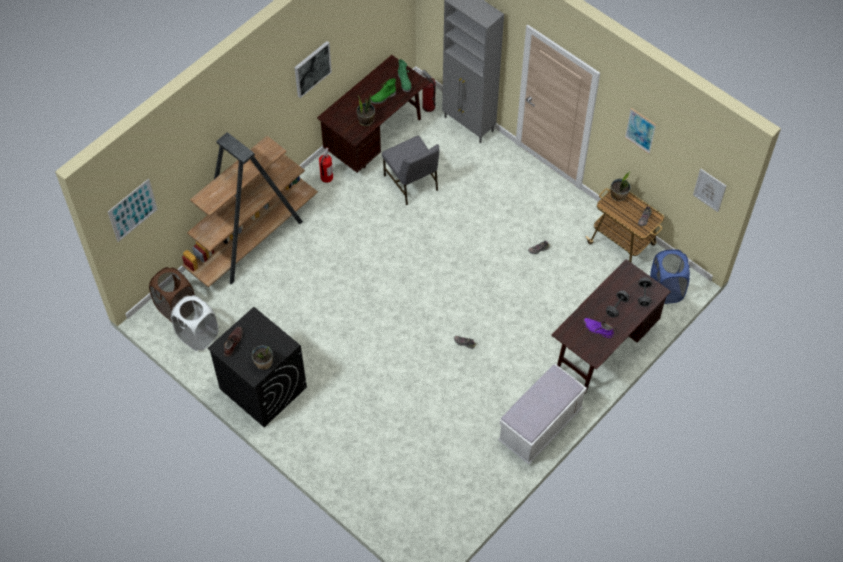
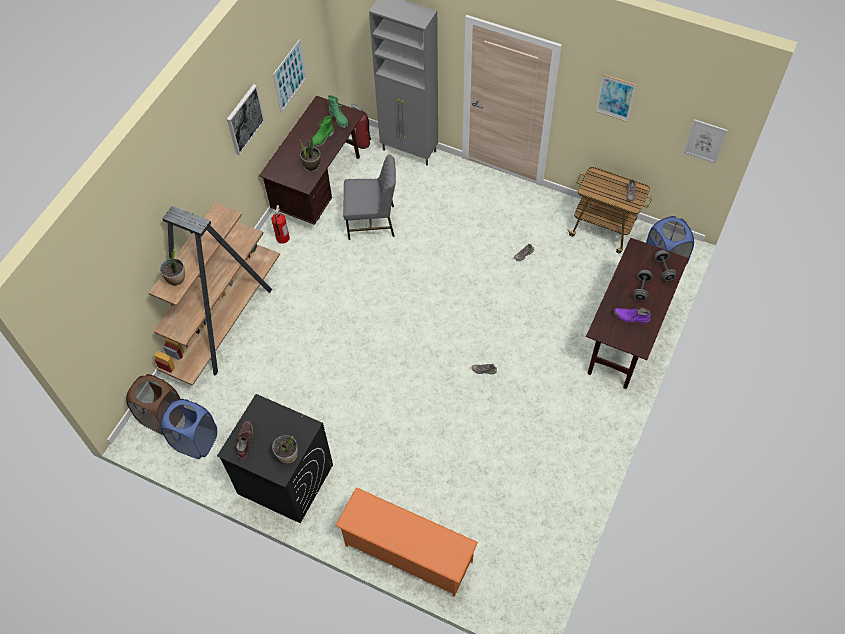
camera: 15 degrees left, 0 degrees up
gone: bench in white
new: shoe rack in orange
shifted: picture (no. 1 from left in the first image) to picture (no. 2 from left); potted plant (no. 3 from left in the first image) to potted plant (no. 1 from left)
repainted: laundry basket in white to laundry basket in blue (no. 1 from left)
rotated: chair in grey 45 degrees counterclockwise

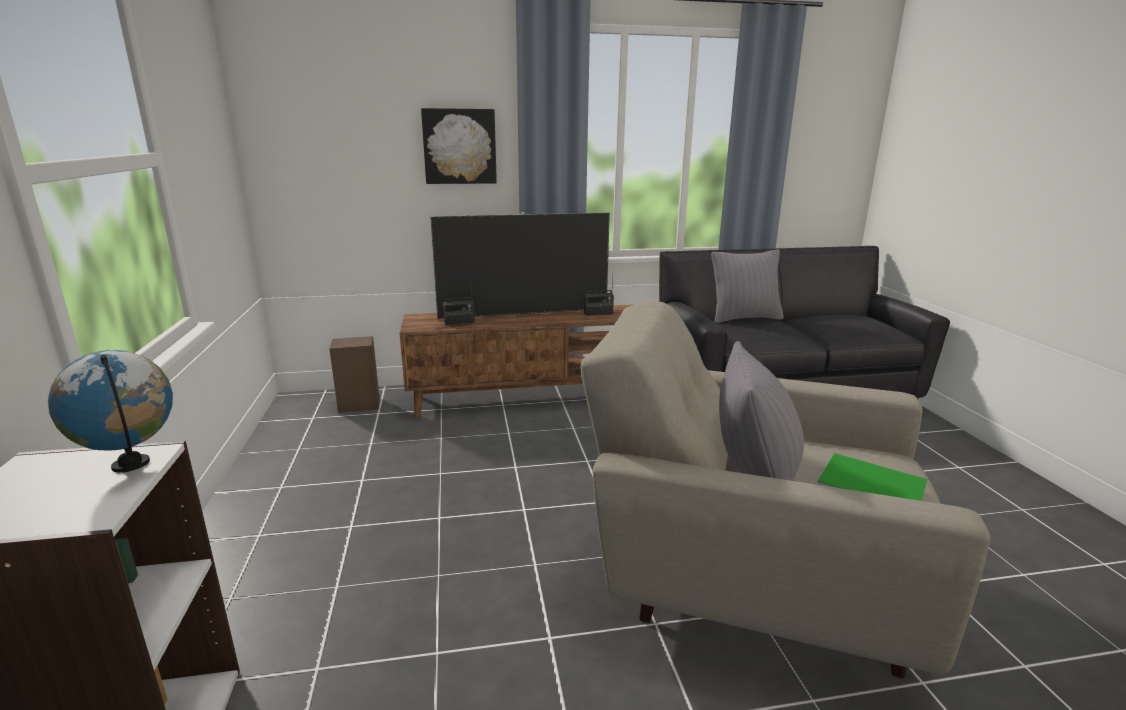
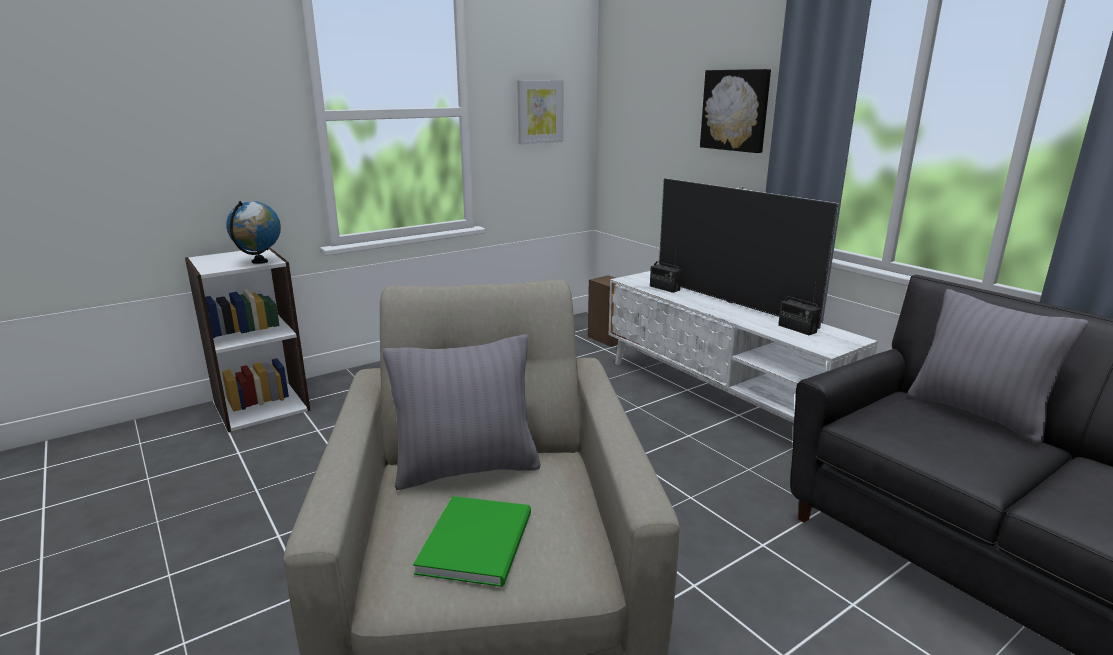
camera: 65 degrees right, 0 degrees up
new: picture (no. 1 from left)
repainted: tv stand in brown to tv stand in white

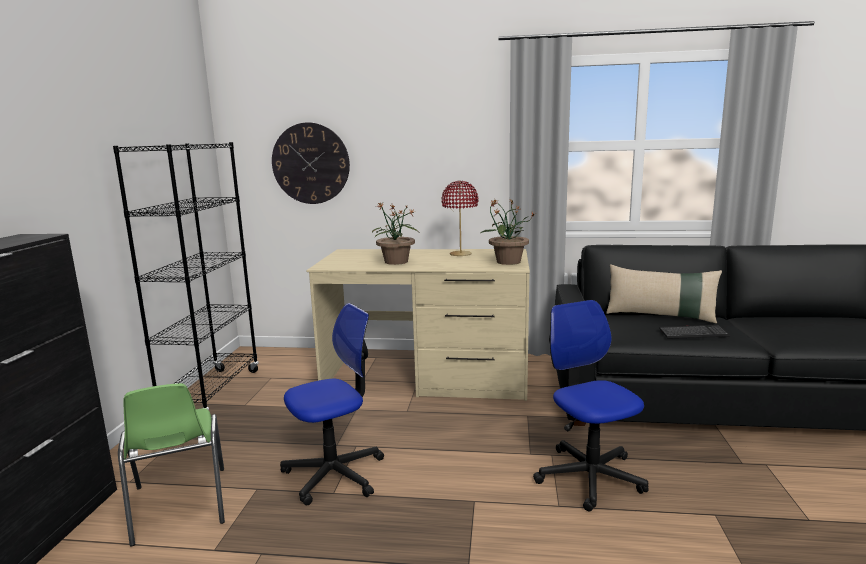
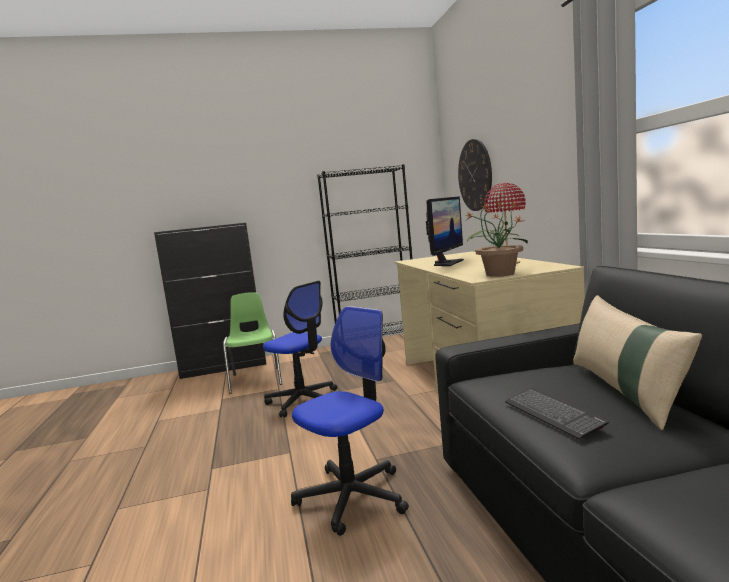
camera: 70 degrees right, 5 degrees down
swapped: potted plant (no. 1 from left) to monitor
rotated: chair in green 120 degrees clockwise

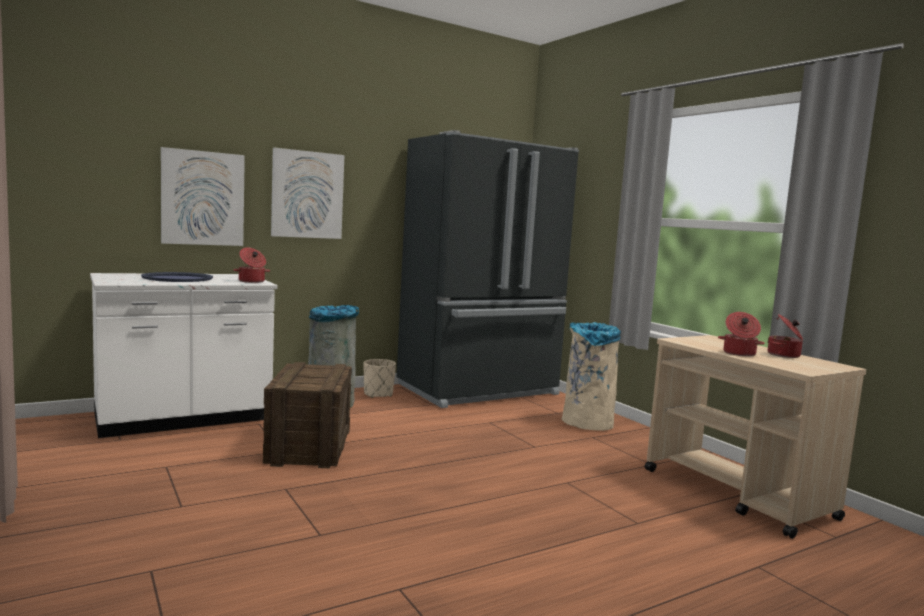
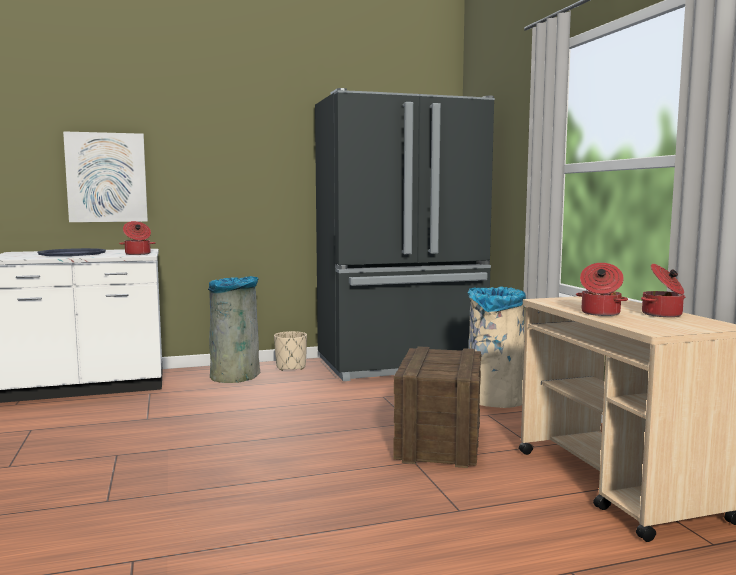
camera: 15 degrees right, 0 degrees up
gone: picture (no. 2 from left)
shifted: crate

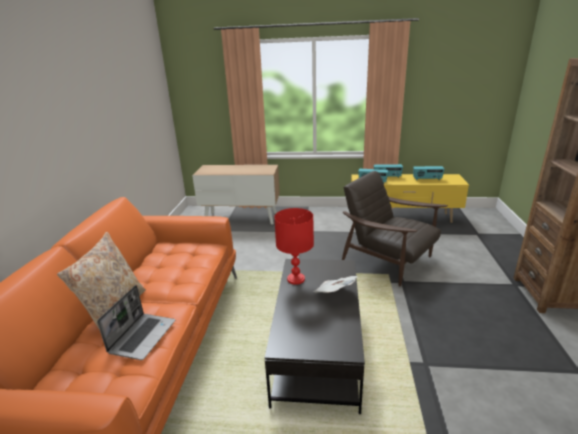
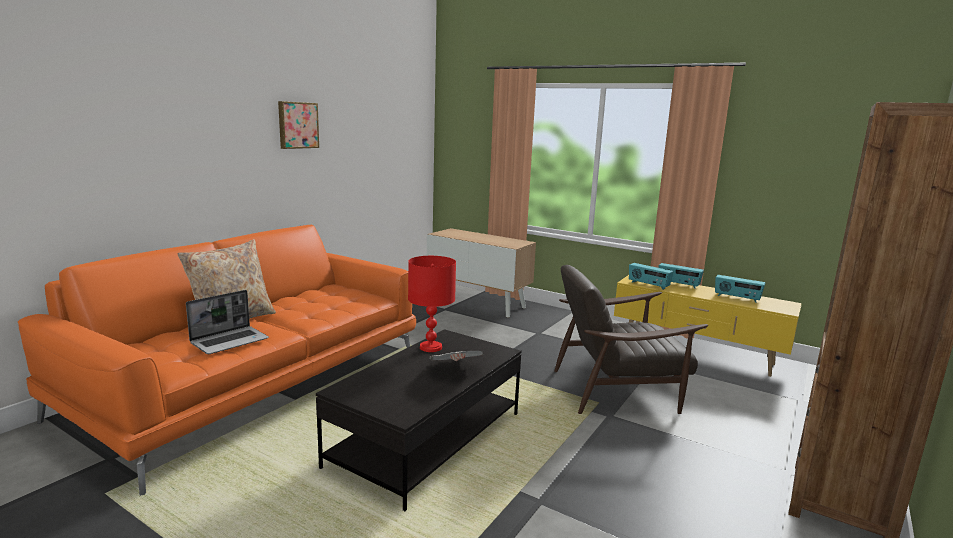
camera: 25 degrees right, 10 degrees down
new: picture
rotated: armchair in brown 75 degrees counterclockwise

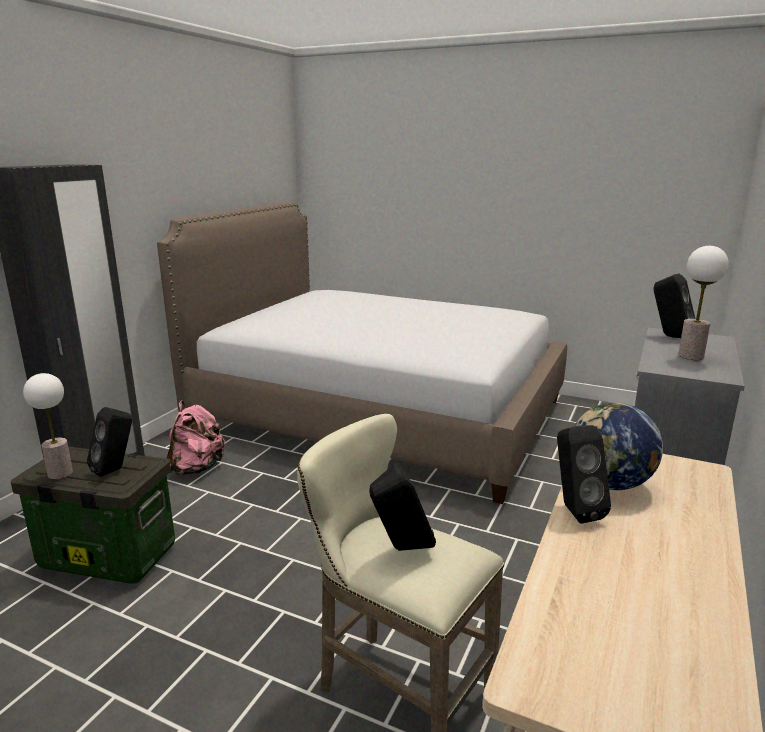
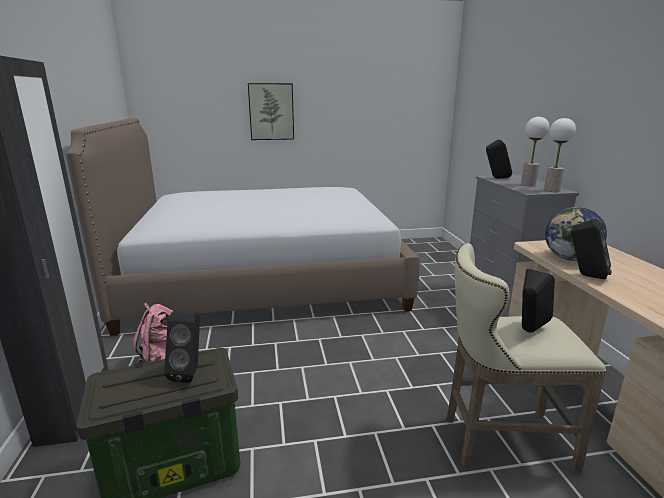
camera: 35 degrees left, 0 degrees up
new: picture
shifted: table lamp (no. 1 from left in the first image) to table lamp (no. 2 from left)

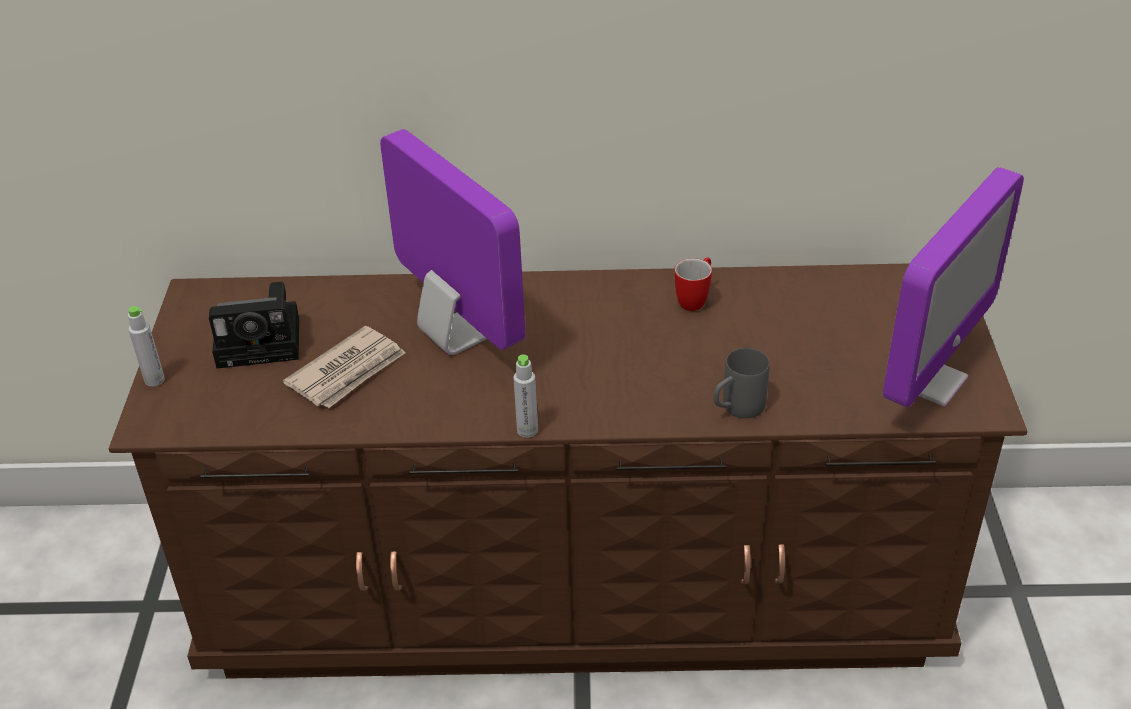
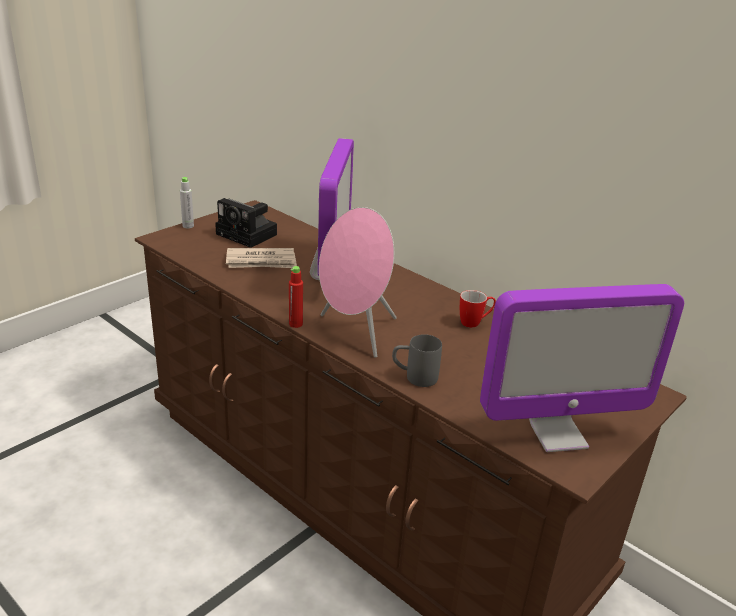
camera: 40 degrees right, 10 degrees down
new: speaker in pink
repainted: bottle in grey (no. 2 from left) to bottle in red

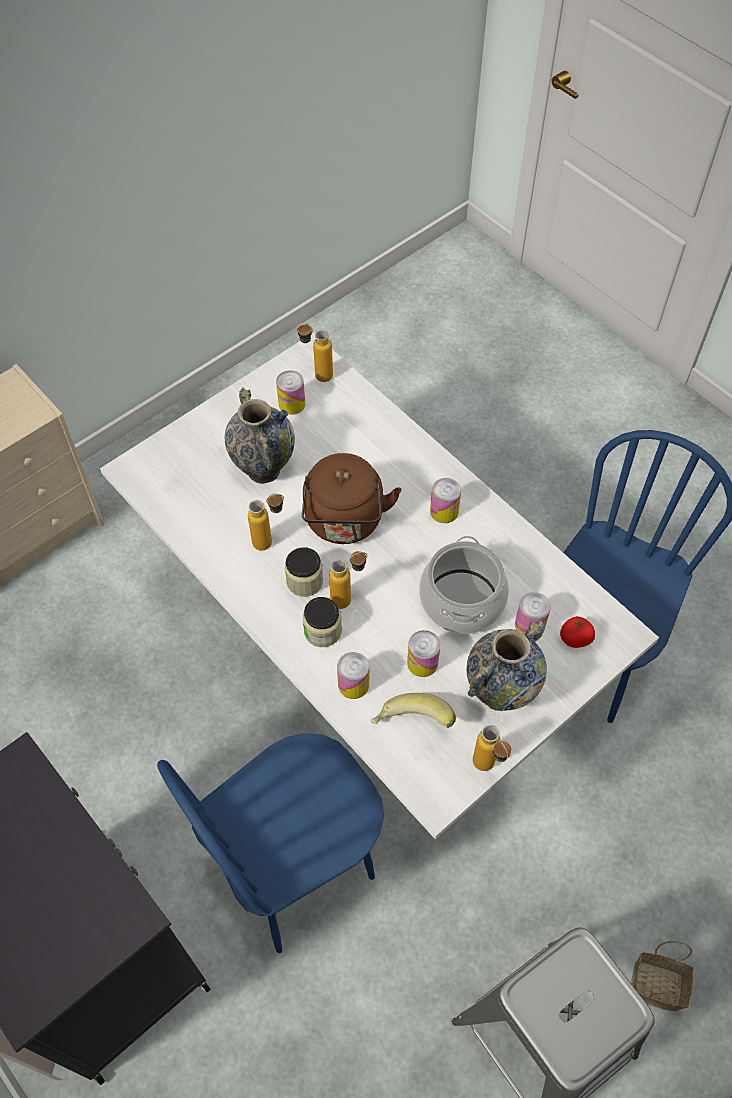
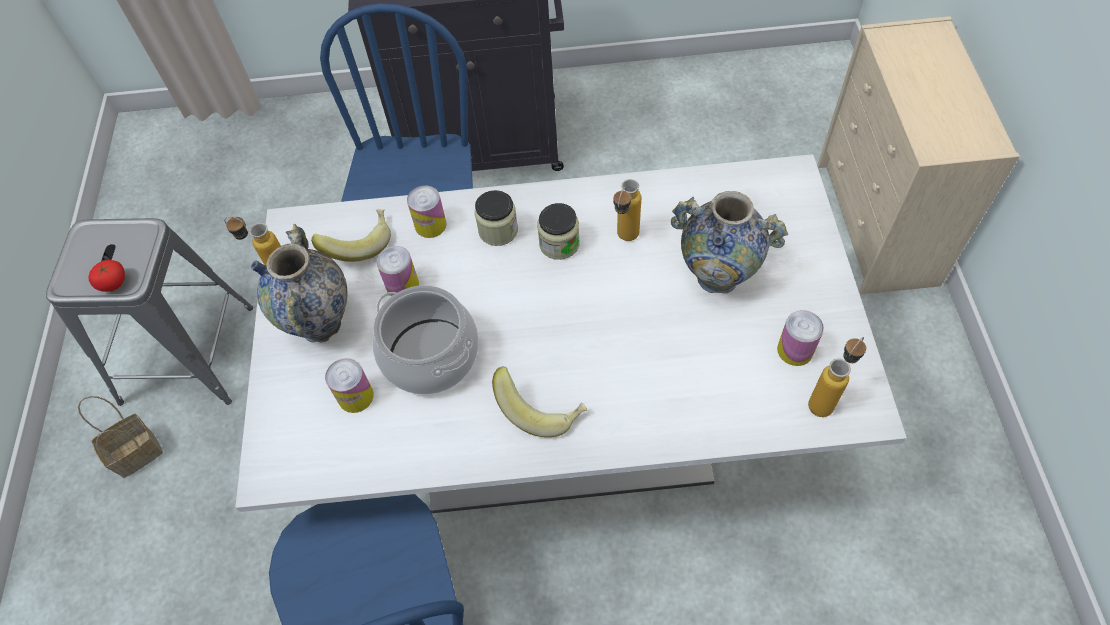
camera: 130 degrees right, 0 degrees up
gone: kettle in brown; bottle (no. 3 from left)
shifted: tomato
swapped: can (no. 4 from left) to banana (no. 2 from left)

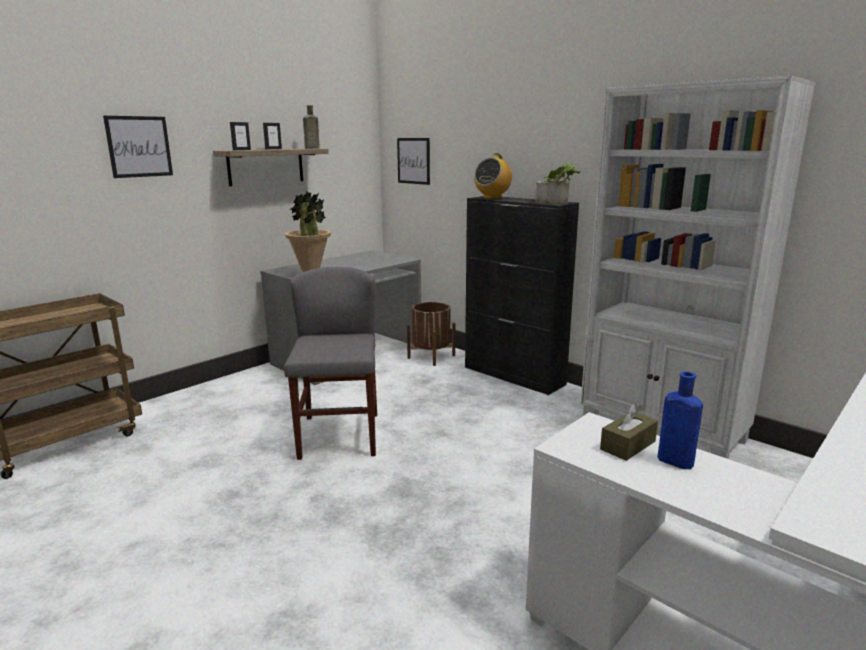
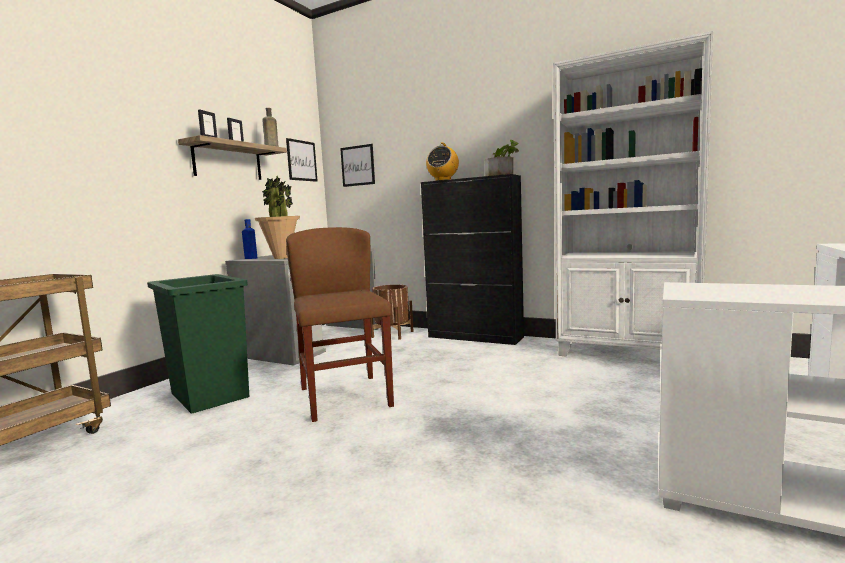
camera: 15 degrees left, 10 degrees down
gone: tissue box in brown
new: trash can in green
shifted: picture (no. 1 from left); bottle in blue
repainted: chair in grey to chair in brown

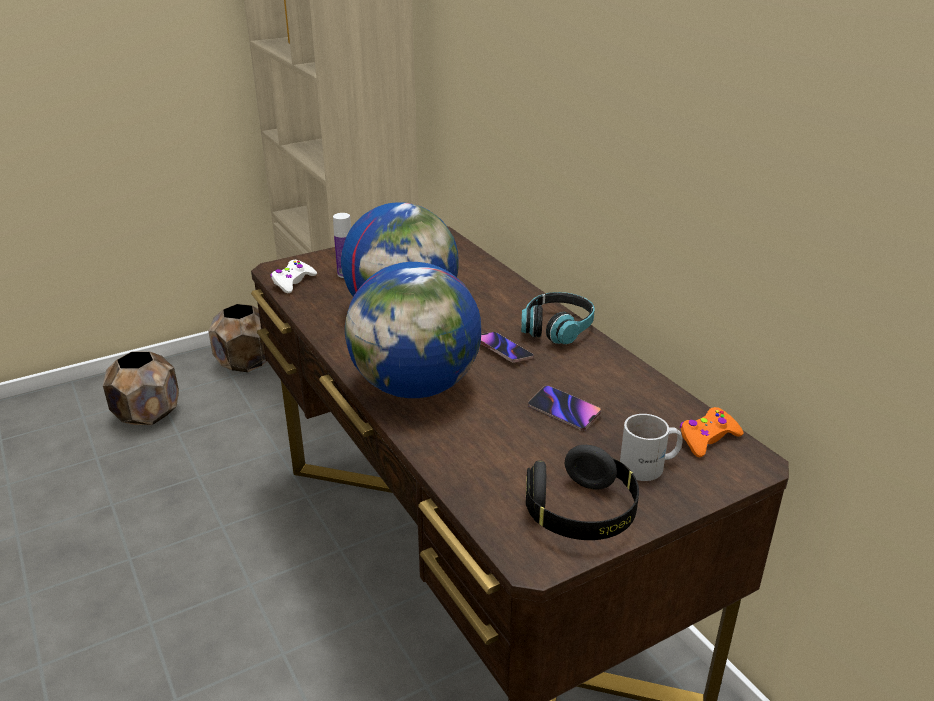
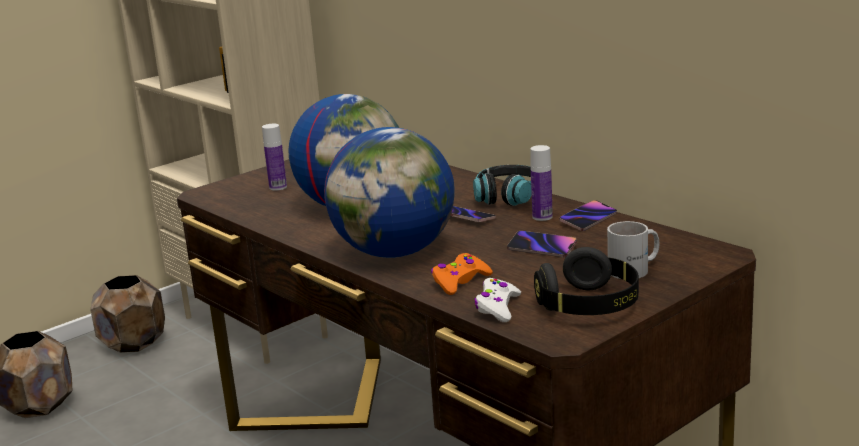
camera: 10 degrees left, 10 degrees down
new: bottle (no. 2 from left); phone (no. 3 from left)
shifted: game controller in white; game controller in orange

